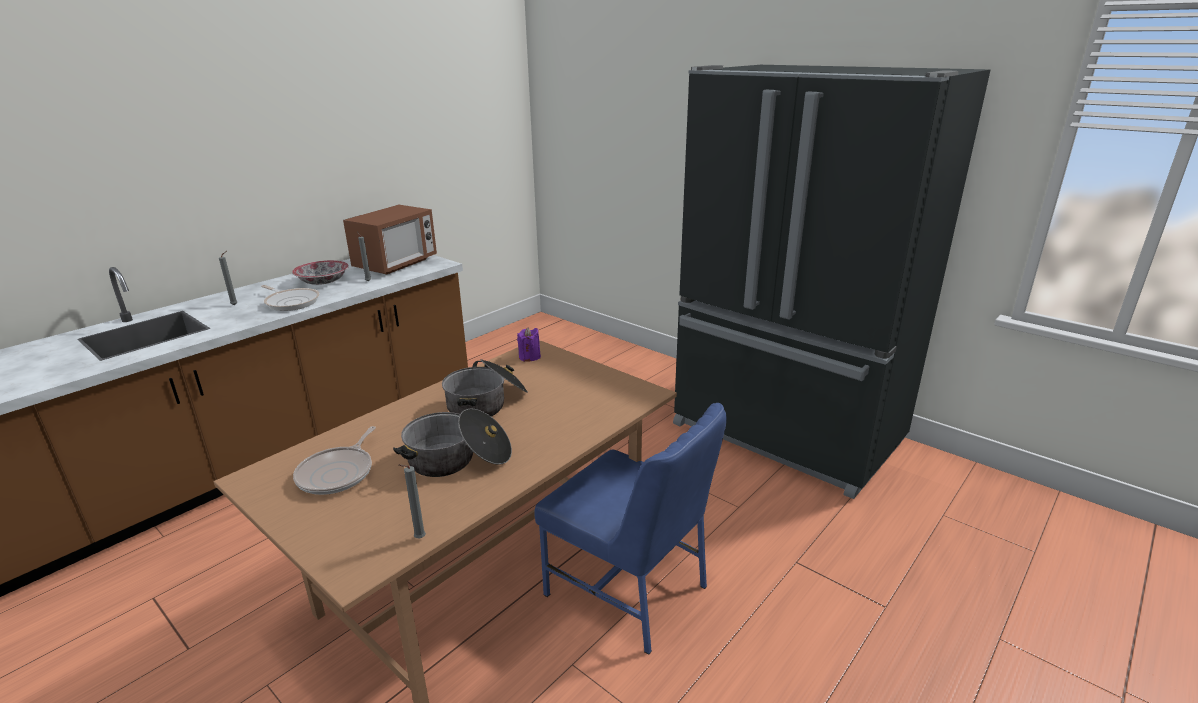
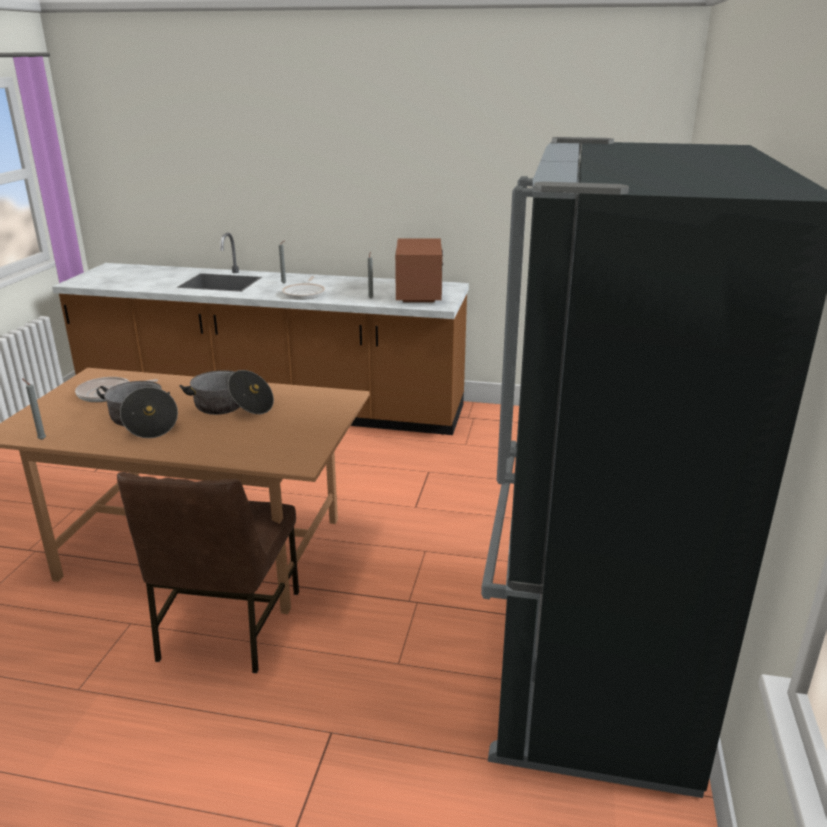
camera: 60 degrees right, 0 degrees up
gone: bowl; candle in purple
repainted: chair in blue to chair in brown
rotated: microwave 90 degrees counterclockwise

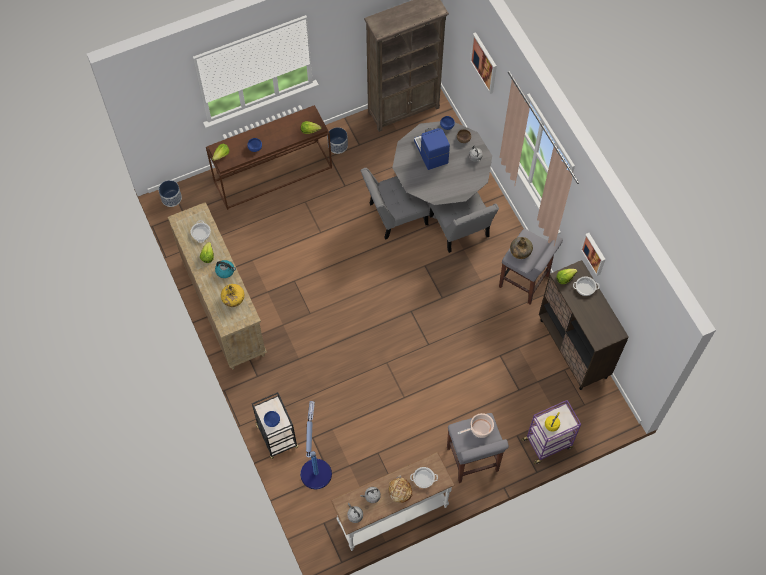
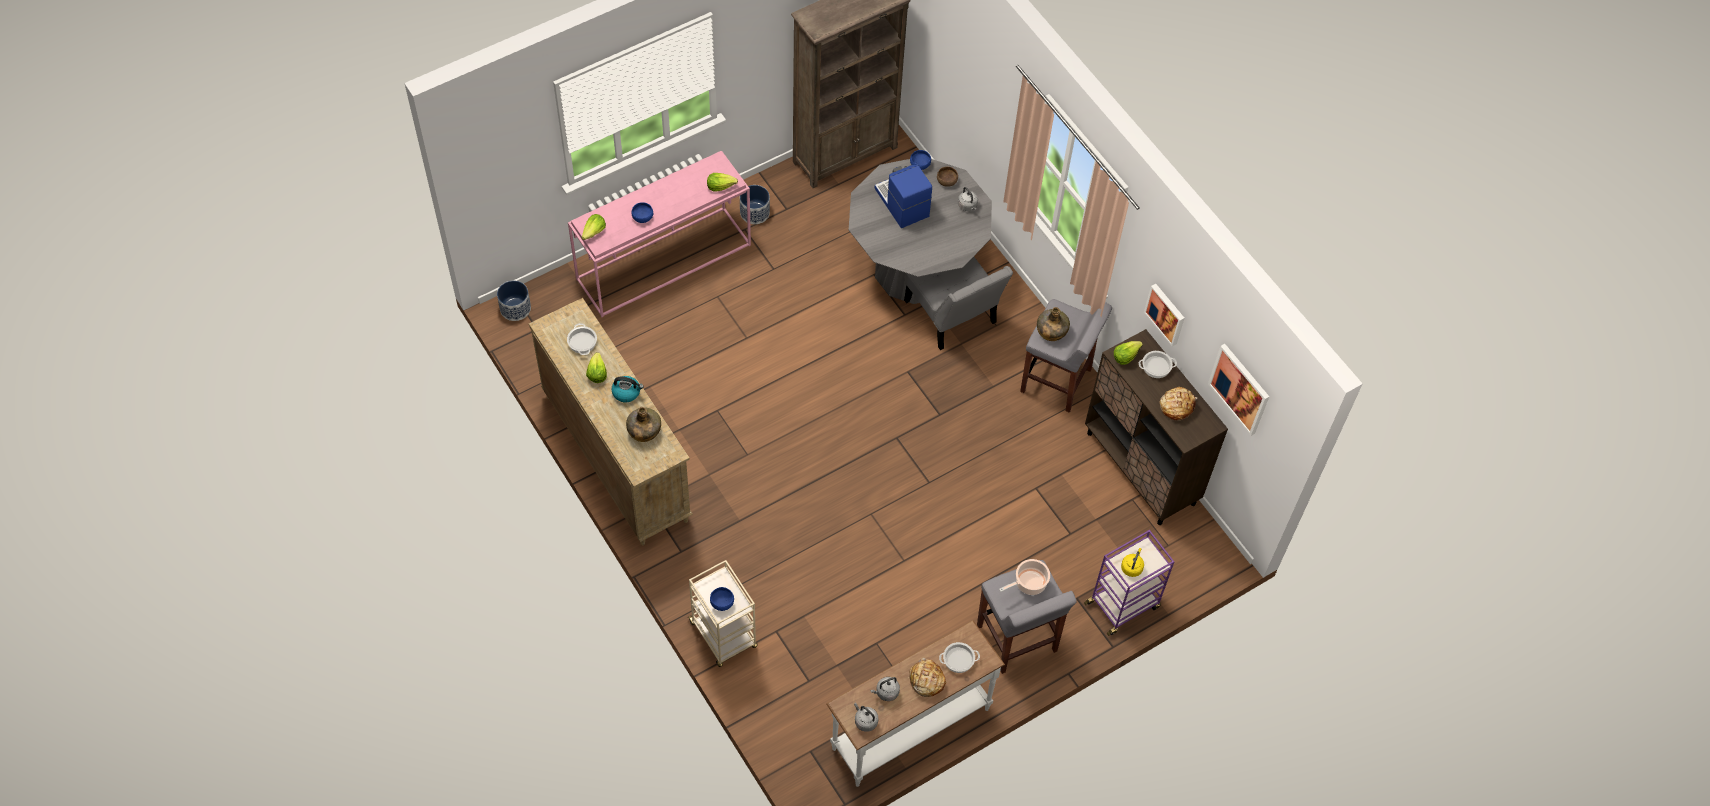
camera: 10 degrees left, 5 degrees down
gone: floor lamp; chair in grey (no. 1 from left)
new: bread (no. 2 from left)
shifted: picture (no. 1 from left in the first image) to picture (no. 2 from left)
repainted: console table in brown to console table in pink; bottle in yellow to bottle in green (no. 1 from left); cart in black to cart in beige

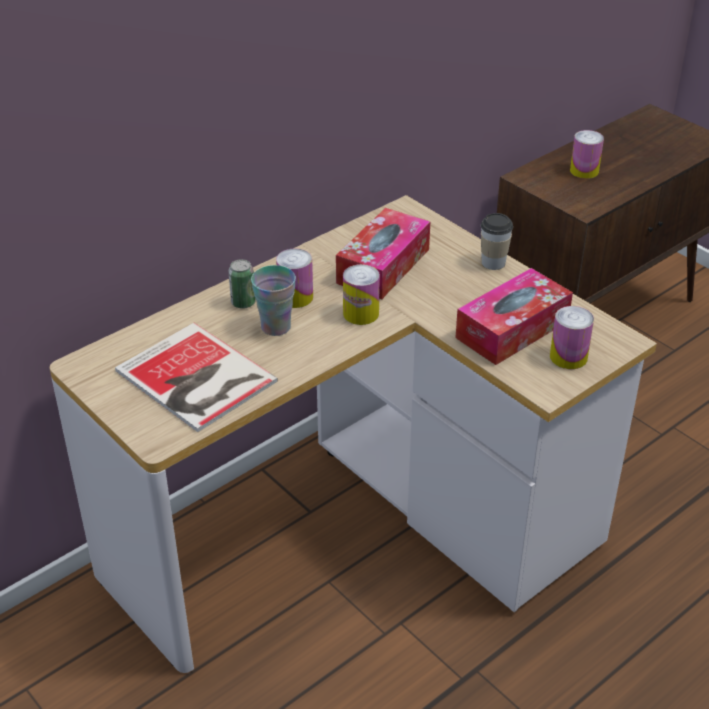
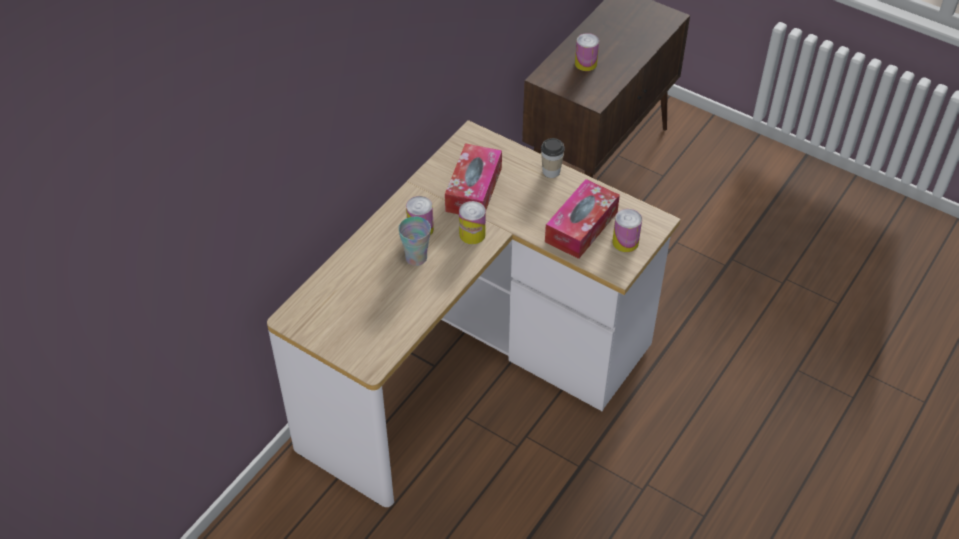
camera: 15 degrees left, 10 degrees up
gone: book; can (no. 1 from left)

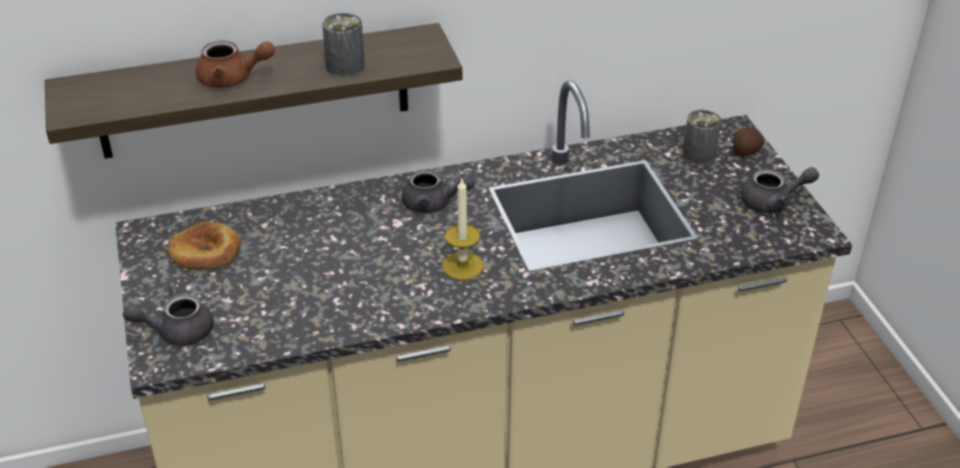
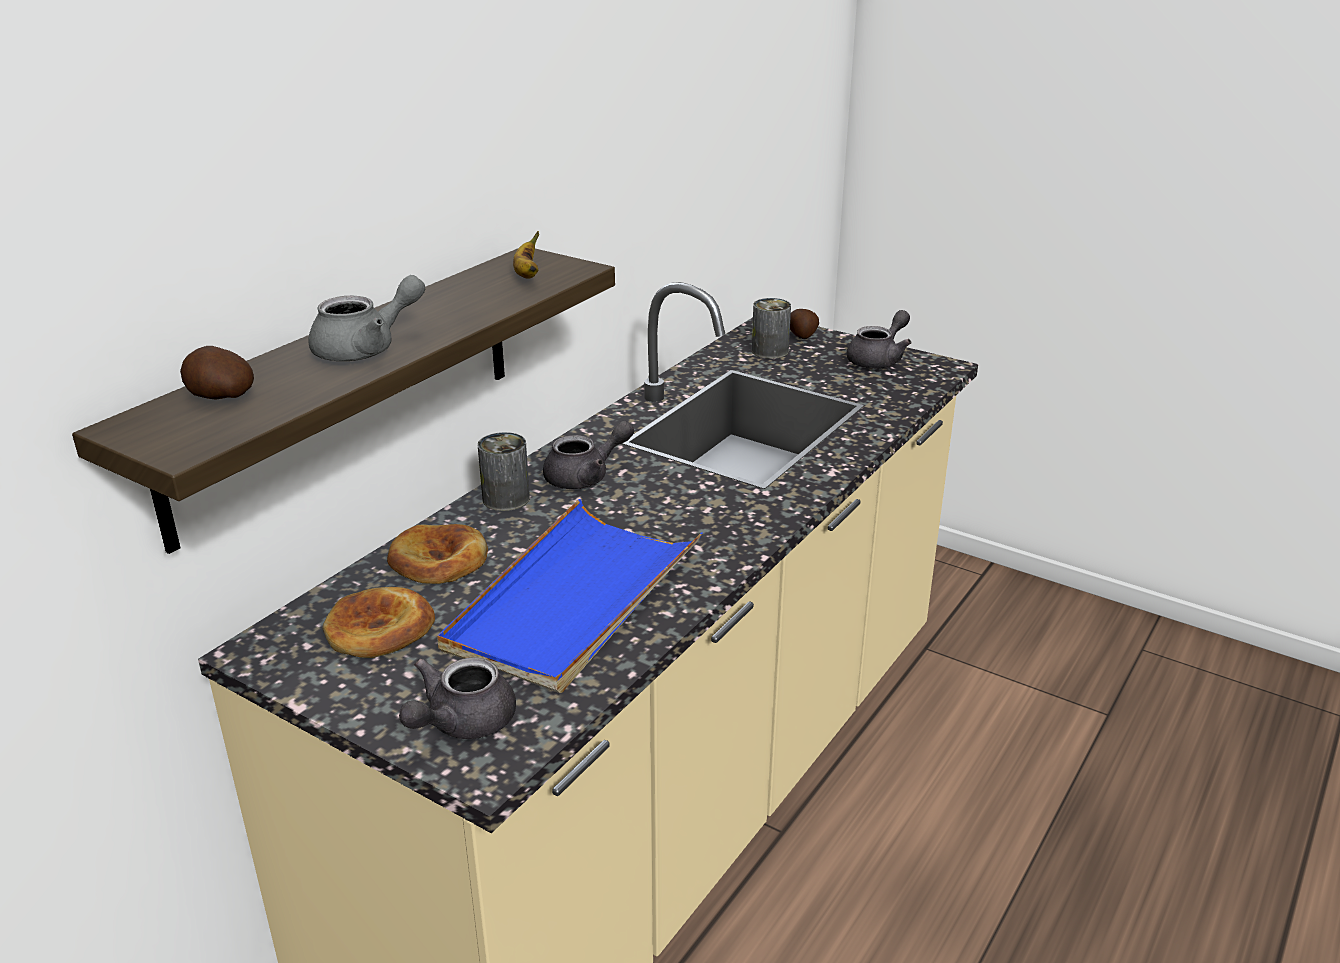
camera: 40 degrees left, 10 degrees down
gone: candle
new: potato (no. 1 from left); bread (no. 2 from left); tray in blue; banana
shifted: can (no. 1 from left)
repainted: teapot in brown to teapot in grey (no. 1 from left)

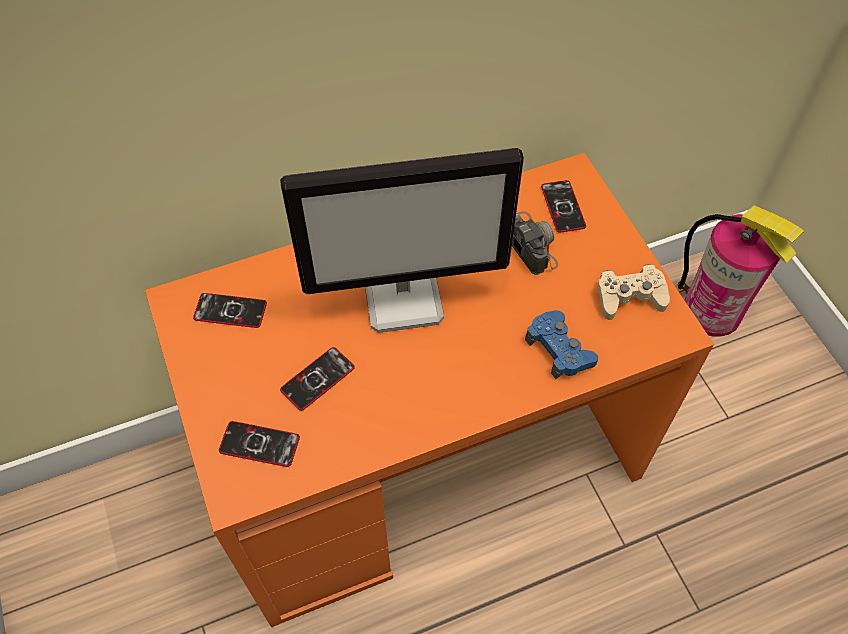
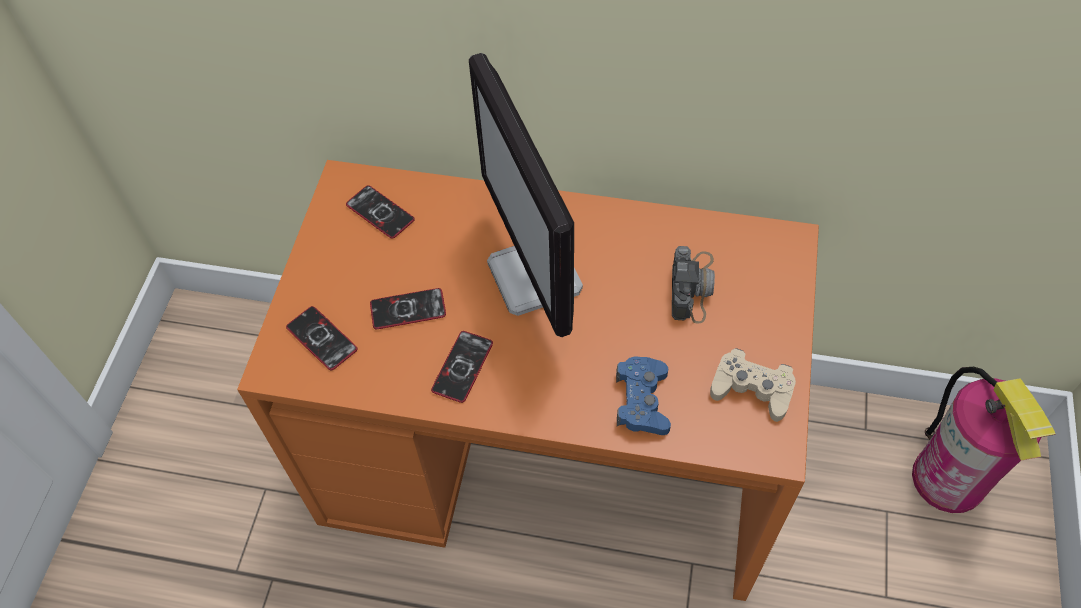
camera: 35 degrees right, 0 degrees up
shifted: phone (no. 4 from left)
rotated: monitor 45 degrees clockwise

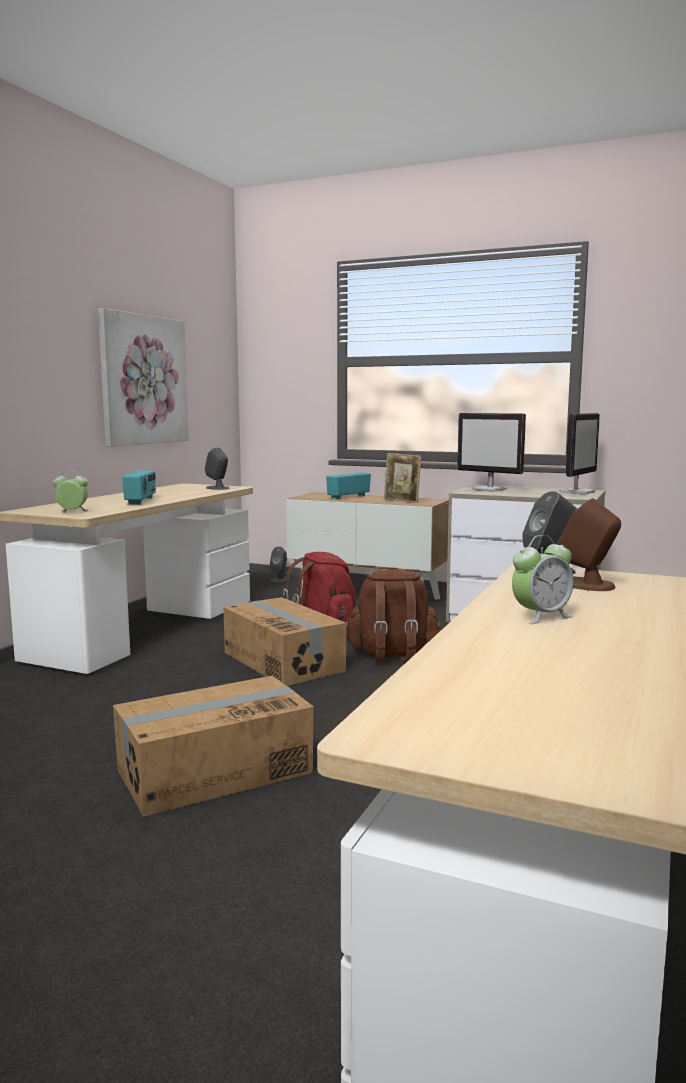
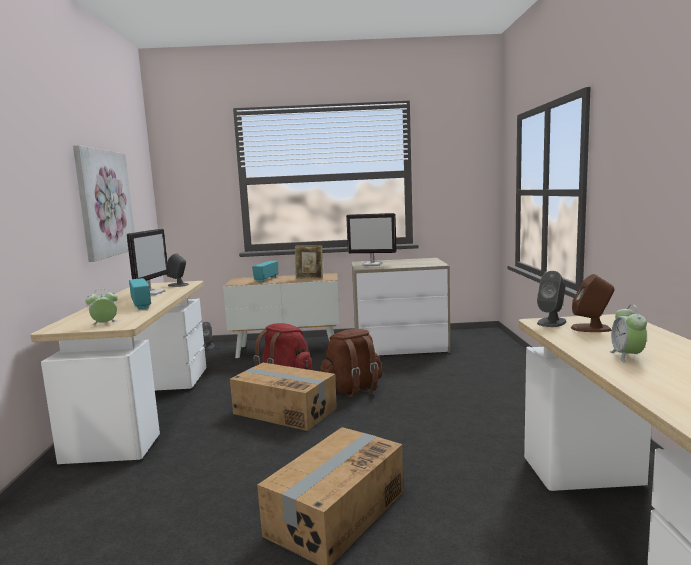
camera: 25 degrees left, 0 degrees up
shifted: monitor (no. 2 from left in the first image) to monitor (no. 1 from left)
rotated: alarm clock (no. 2 from left) 150 degrees clockwise

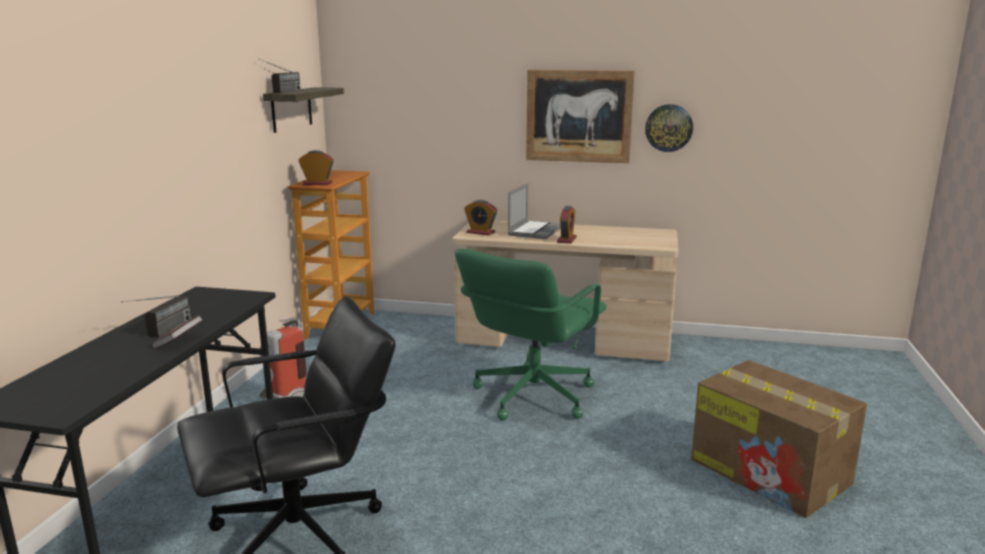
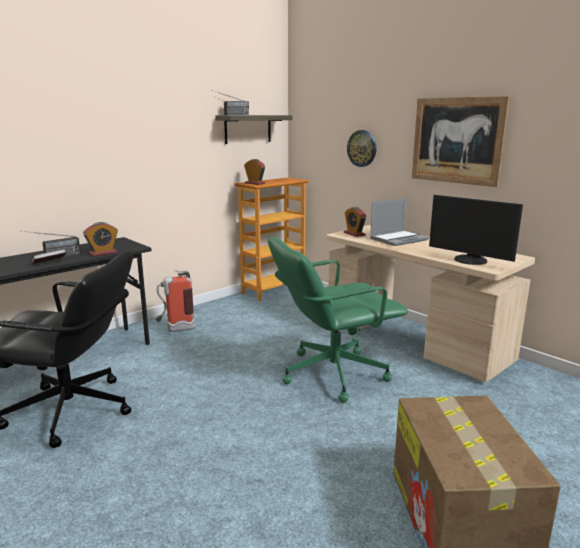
camera: 35 degrees right, 0 degrees up
new: monitor
shifted: alarm clock (no. 3 from left in the first image) to alarm clock (no. 1 from left); wall clock

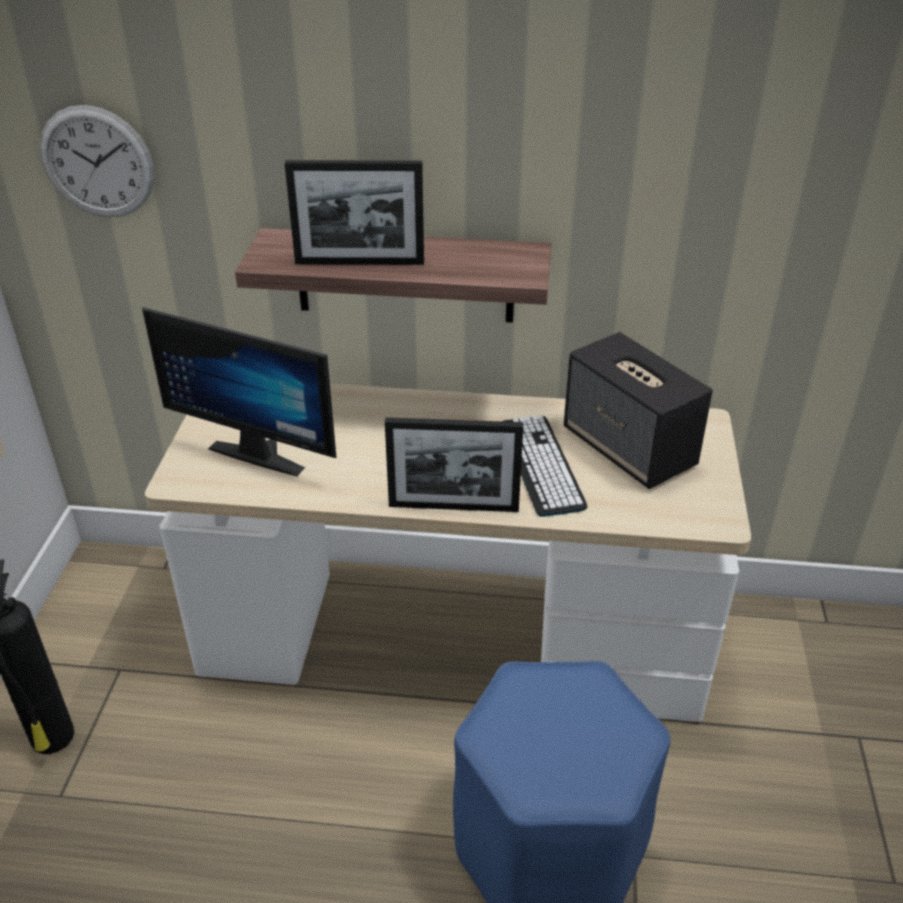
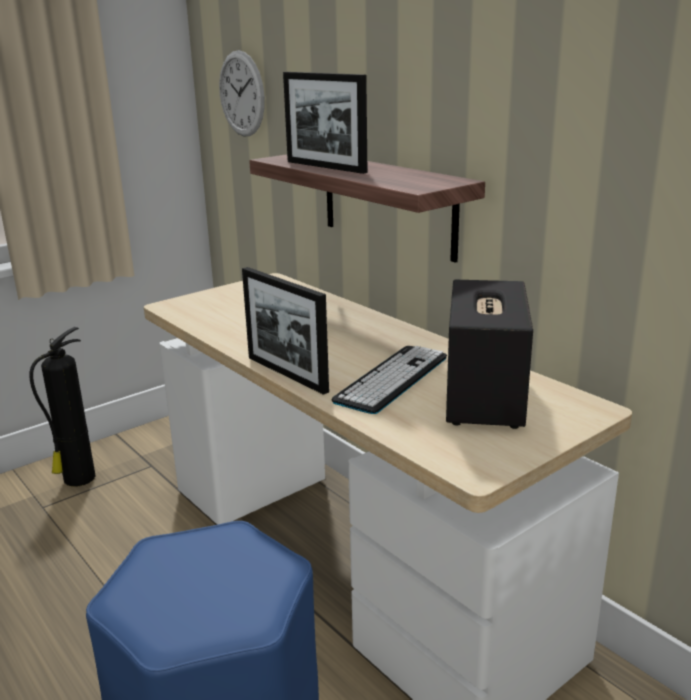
camera: 45 degrees right, 15 degrees down
gone: monitor

